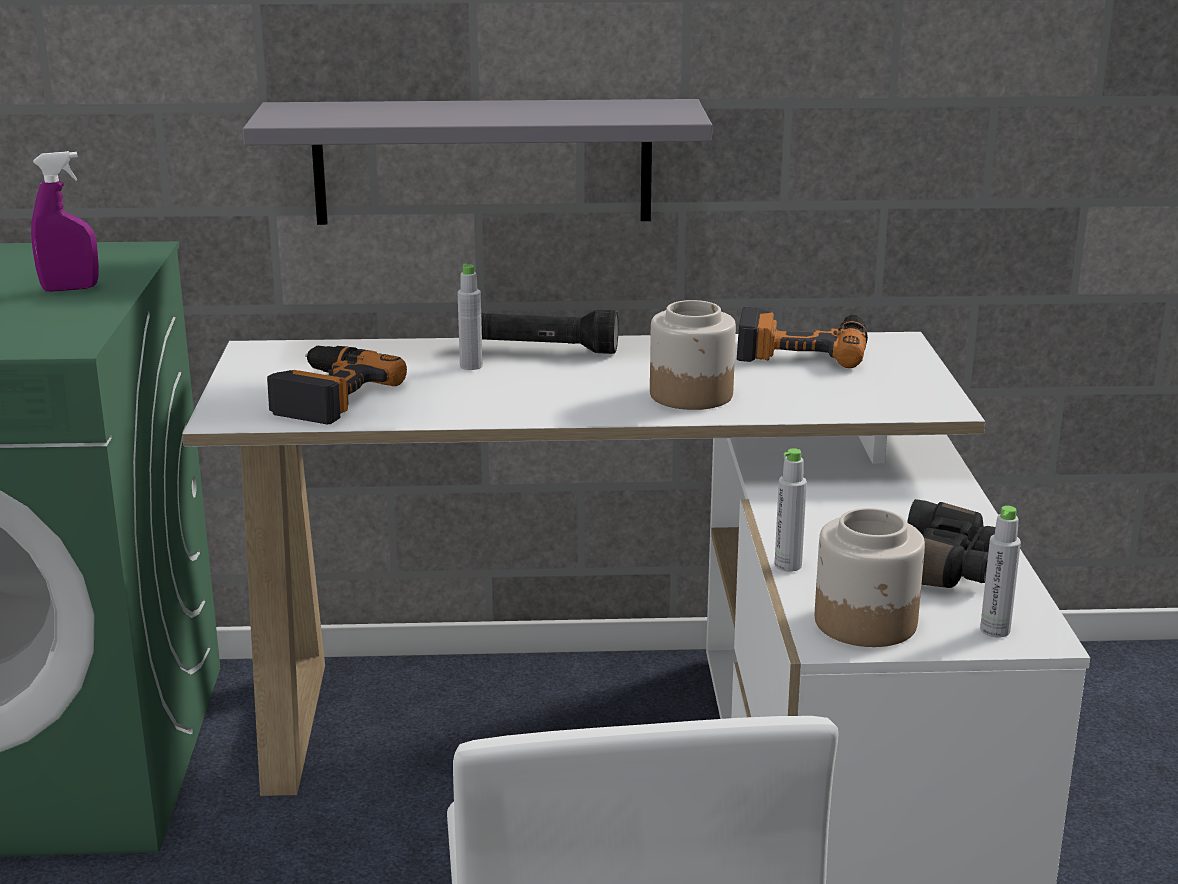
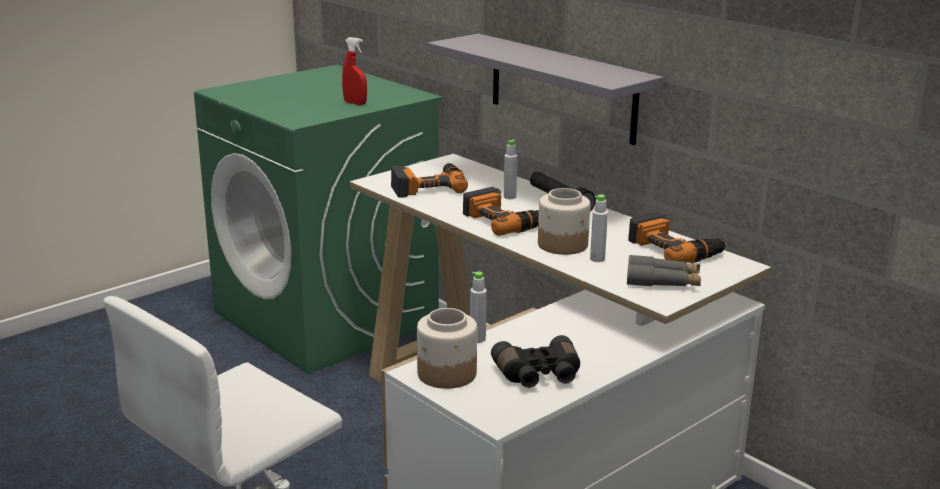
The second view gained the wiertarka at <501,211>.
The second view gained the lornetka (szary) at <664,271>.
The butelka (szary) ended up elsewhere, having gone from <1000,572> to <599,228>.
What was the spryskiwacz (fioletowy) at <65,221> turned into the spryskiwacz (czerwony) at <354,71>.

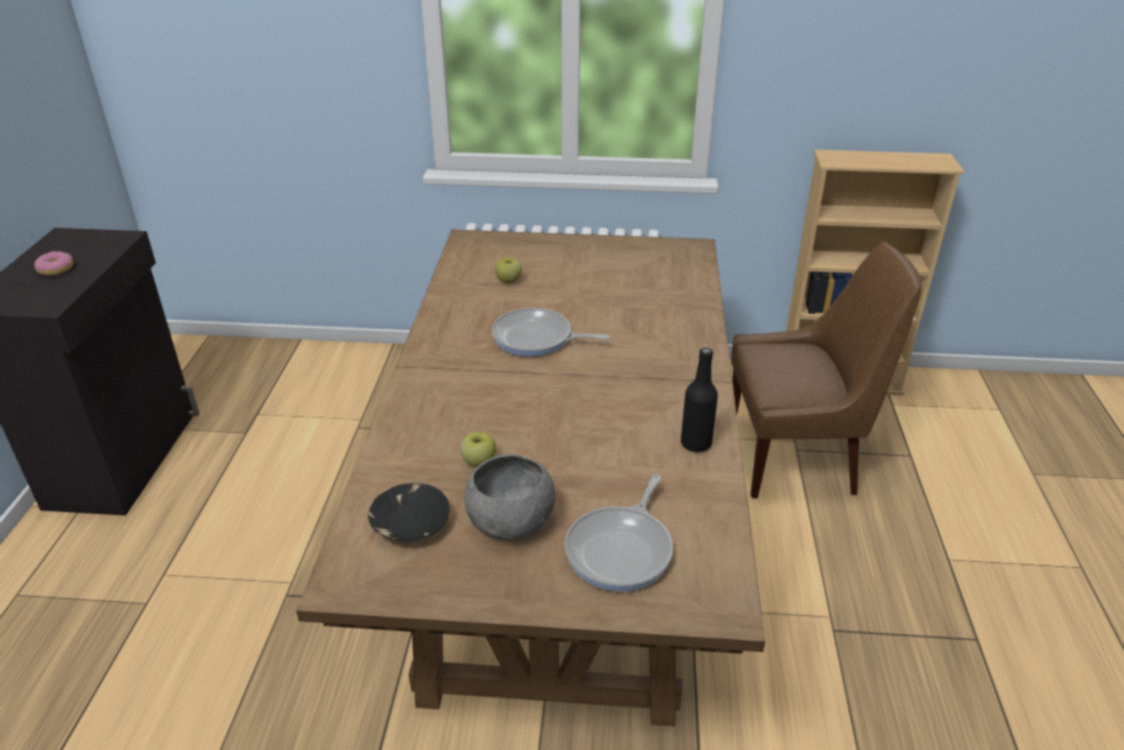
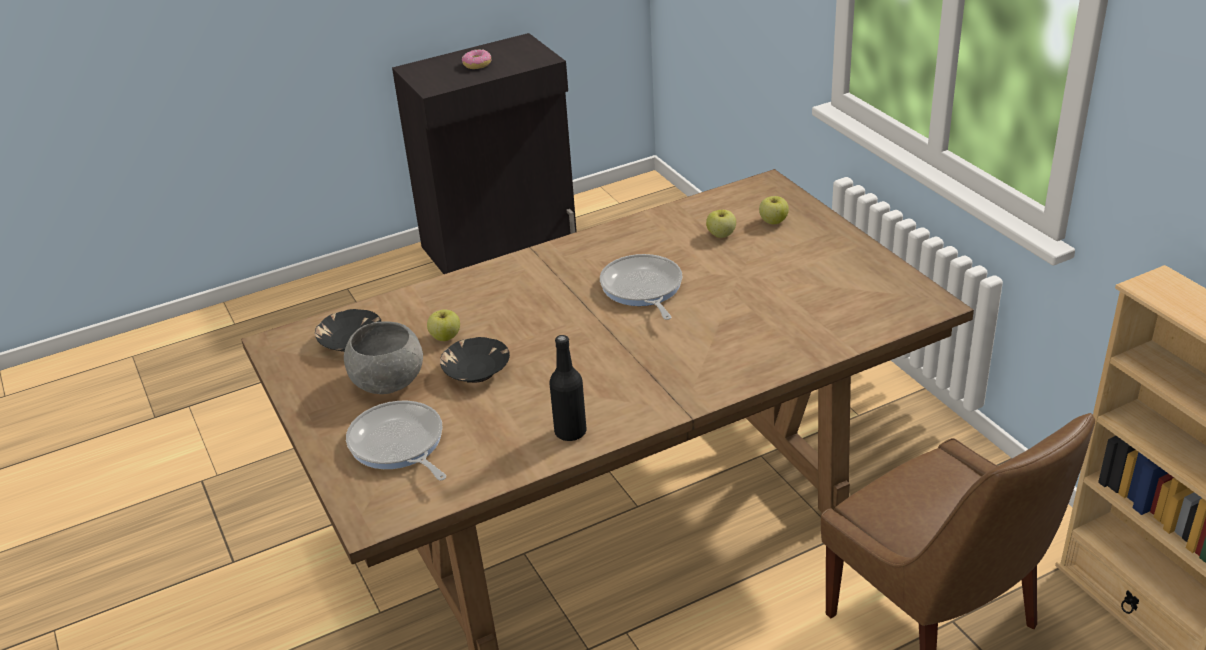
The second view gained the miska (czarny) at <475,360>.
The second view gained the jabłko at <774,210>.
The patelnia at <619,533> ended up facing another way, 60 degrees clockwise from before.

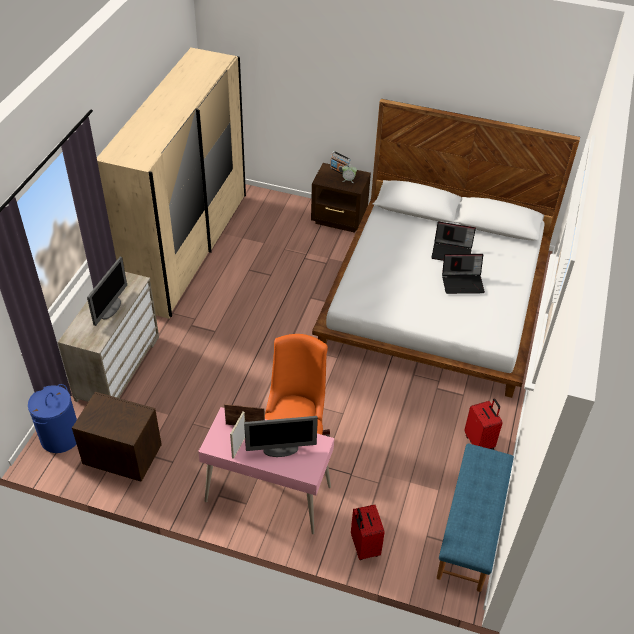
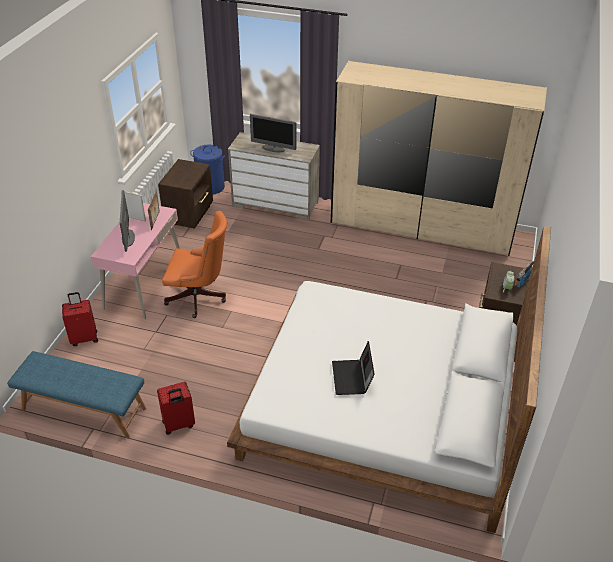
The second view lost the laptop at <453,241>.

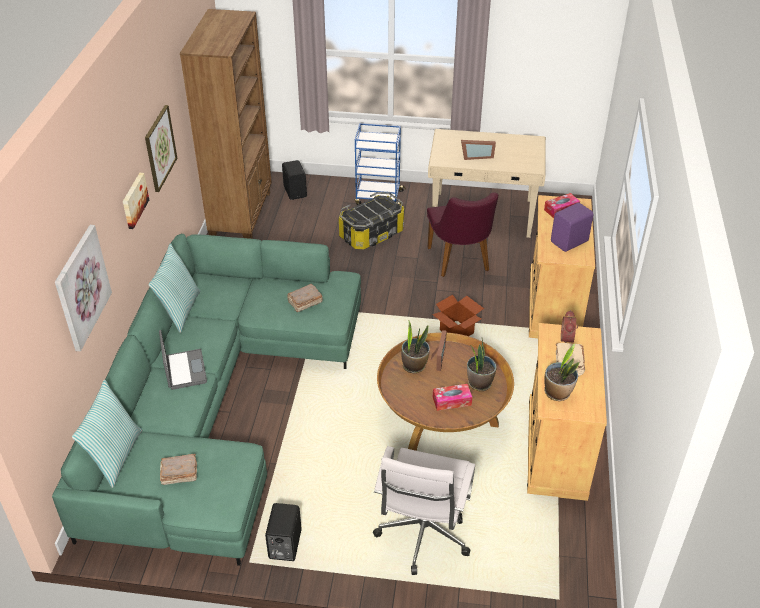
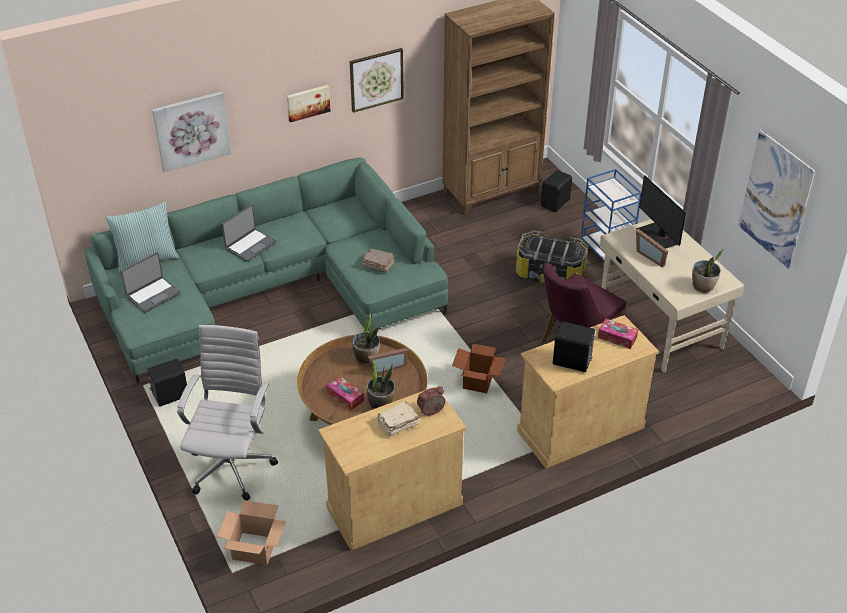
The second view lost the poduszka at <174,288>.
The second view gained the karton at <251,533>.
The second view gained the monitor at <661,212>.
The second view gained the obraz at <776,199>.
The roślina doniczkowa ended up elsewhere, having gone from <561,372> to <708,271>.
Where the książka (brązowy) stood at <178,469>, the laptop came to stand at <151,282>.
What was the głośnik (fioletowy) at <572,227> turned into the głośnik (czarny) at <574,346>.
The krzesło biurowe (biały) at <424,510> ended up facing another way, 120 degrees clockwise from before.

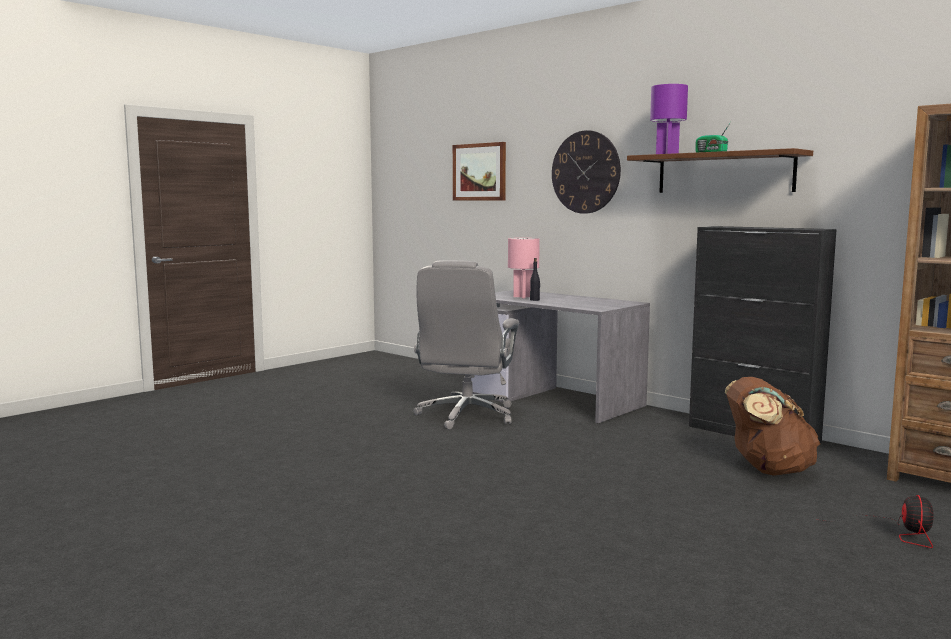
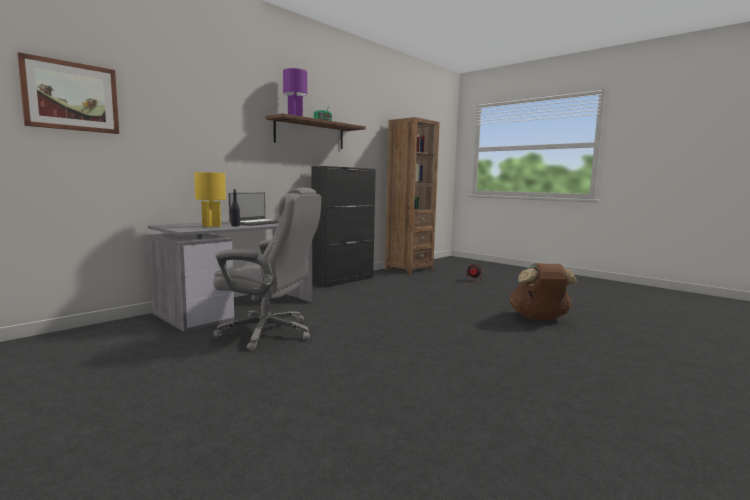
The second view lost the zegar ścienny at <586,172>.
The second view gained the laptop at <254,209>.
The plecak (brązowy) ended up elsewhere, having gone from <772,426> to <544,291>.
What was the lampa stołowa (różowy) at <524,268> turned into the lampa stołowa (żółty) at <210,199>.

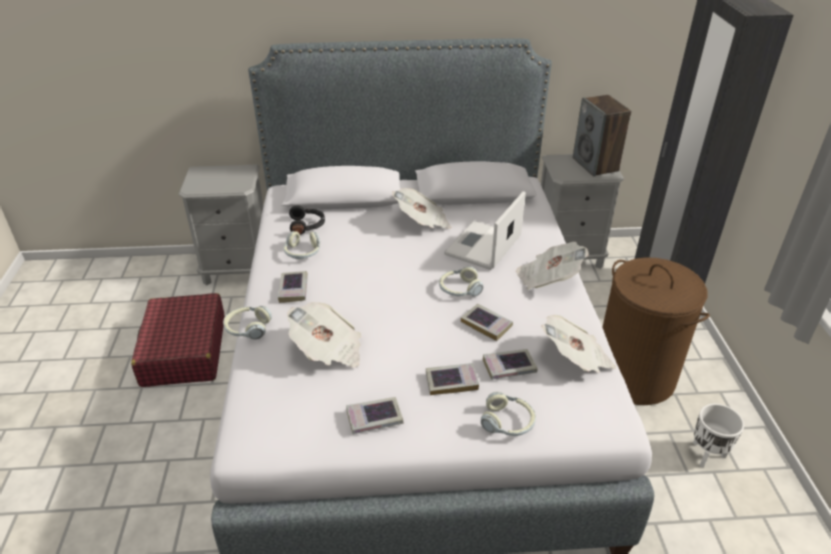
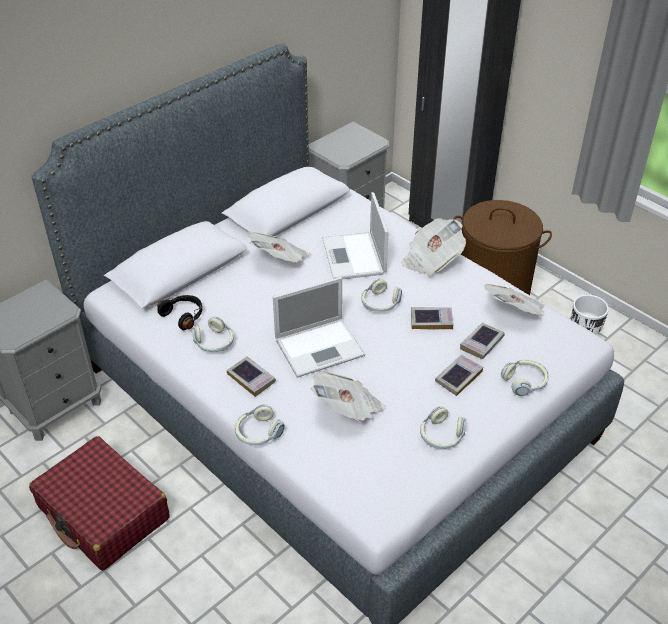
The second view lost the głośnik at <602,135>.
The second view gained the laptop at <319,327>.
Where the książka stood at <374,415>, the słuchawki came to stand at <443,428>.

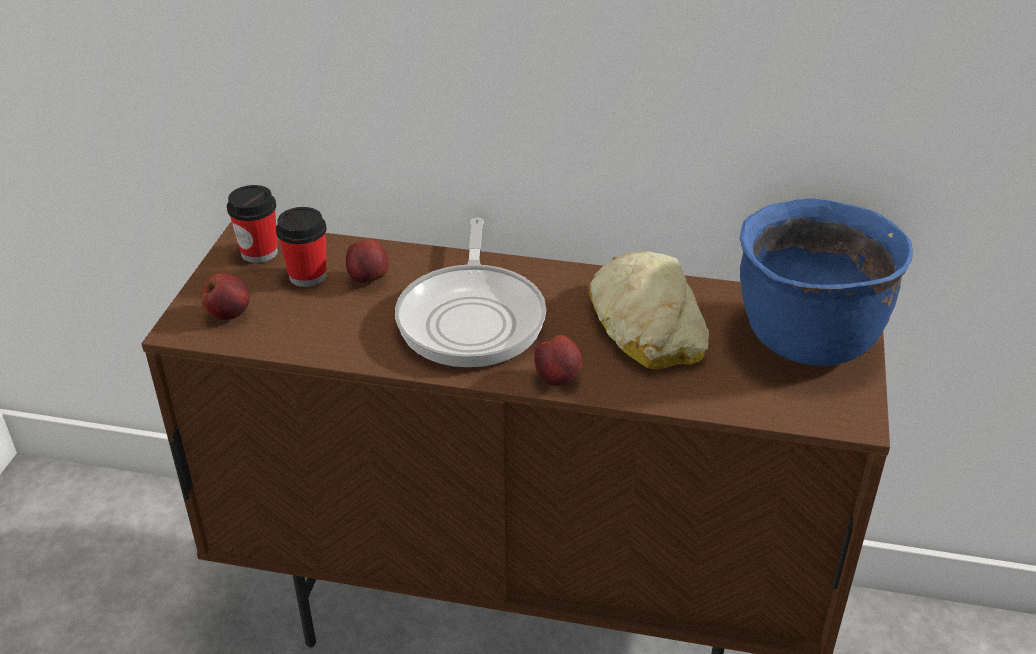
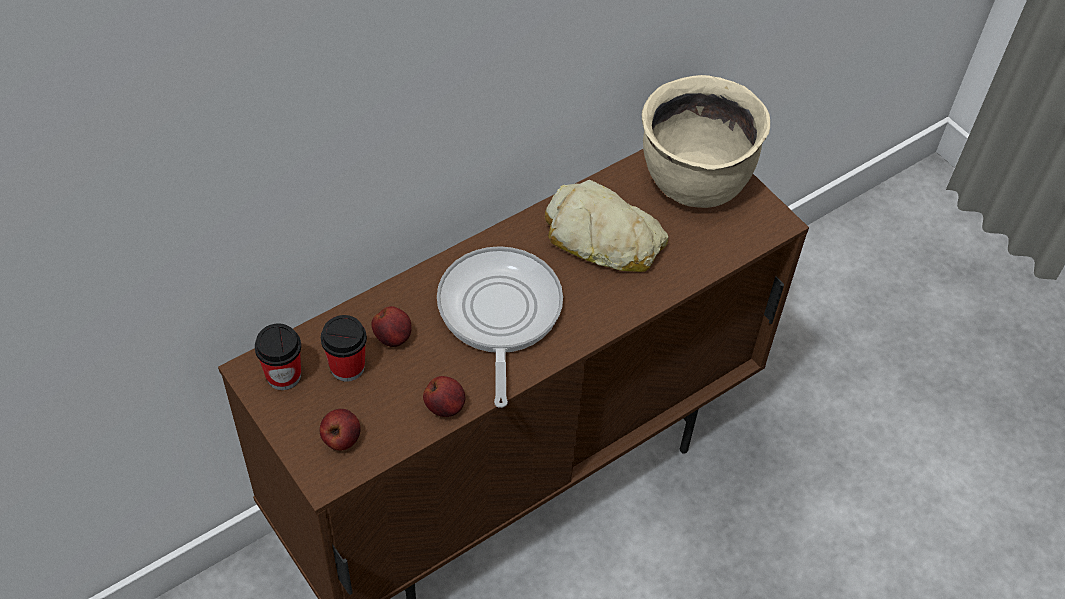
The jabłko ended up elsewhere, having gone from <558,360> to <444,396>.
What was the garnek (niebieski) at <826,282> turned into the garnek (beżowy) at <706,141>.
The patelnia at <470,292> ended up facing another way, 135 degrees counterclockwise from before.

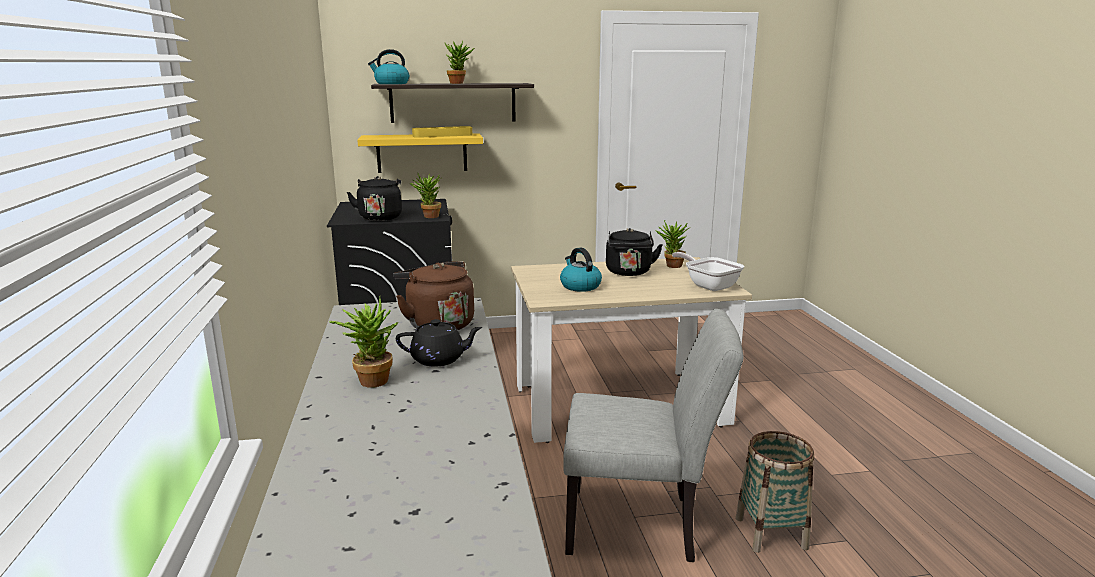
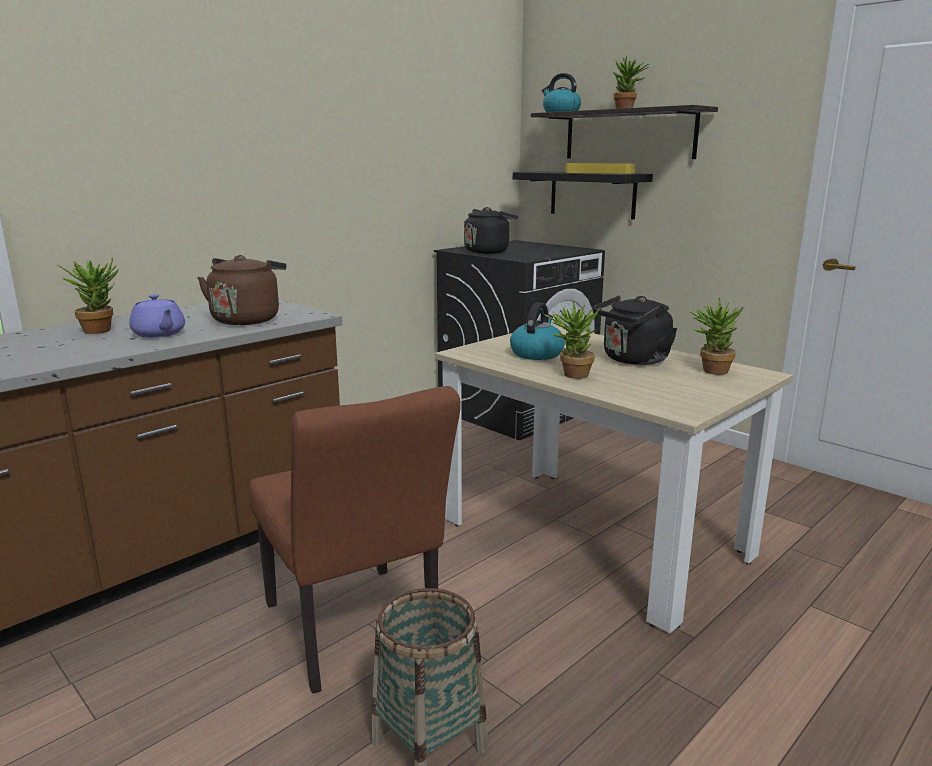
The second view lost the patelnia at <708,271>.
The roślina doniczkowa ended up elsewhere, having gone from <425,195> to <572,340>.
What was the półka (żółty) at <420,153> turned into the półka (czarny) at <583,195>.
What was the imbryk (czarny) at <439,343> turned into the imbryk (fioletowy) at <157,316>.
What was the krzesło (szary) at <653,435> turned into the krzesło (brązowy) at <355,540>.

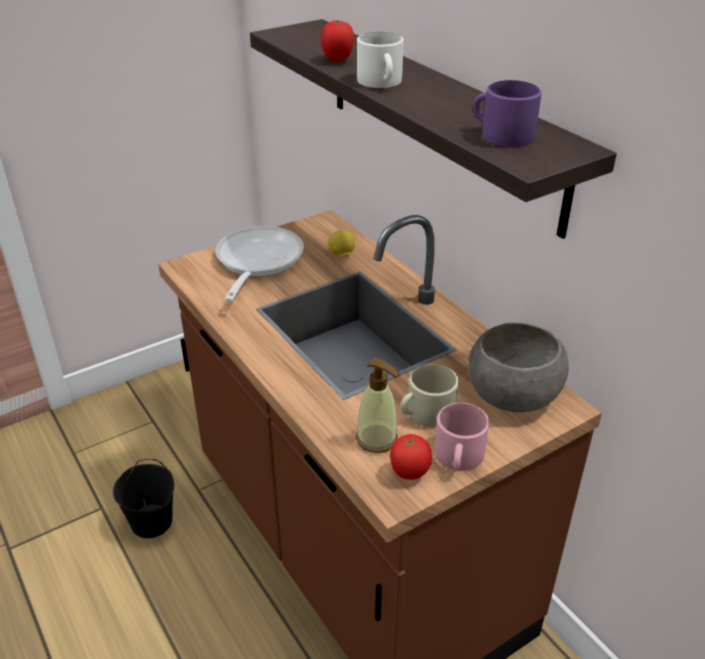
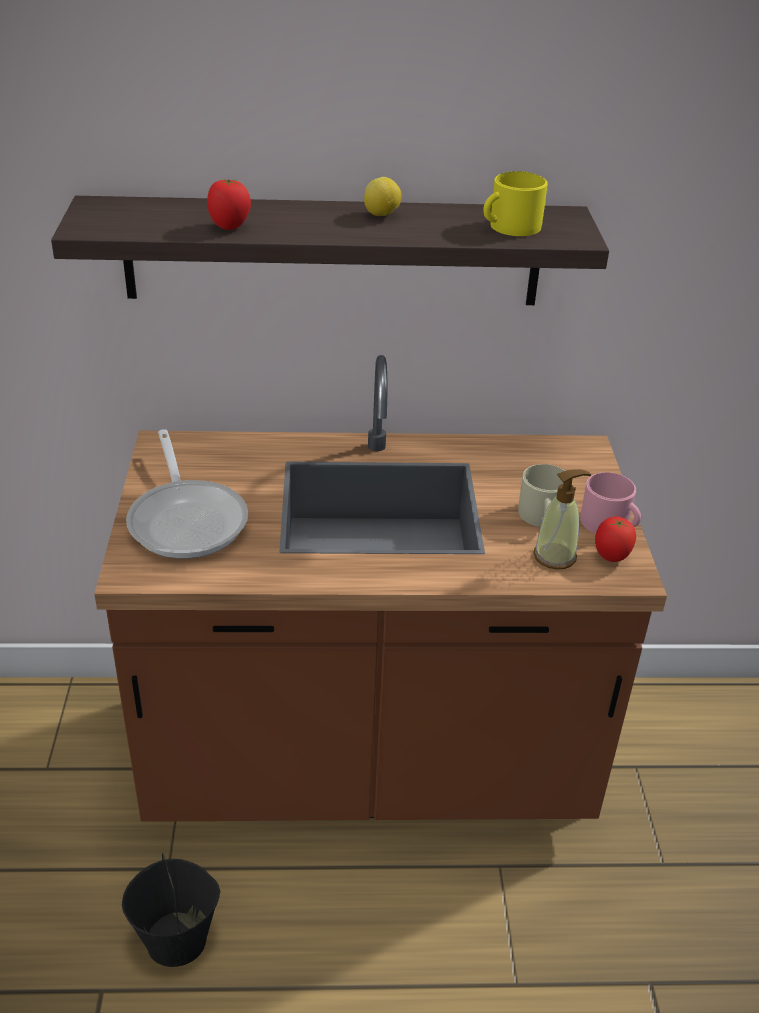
The second view lost the kubek (biały) at <380,60>.
The second view lost the miska (szary) at <518,367>.
The cytryna ended up elsewhere, having gone from <341,243> to <383,196>.
What was the kubek (fioletowy) at <507,113> turned into the kubek (żółty) at <515,203>.
The patelnia at <259,263> ended up facing another way, 150 degrees counterclockwise from before.

